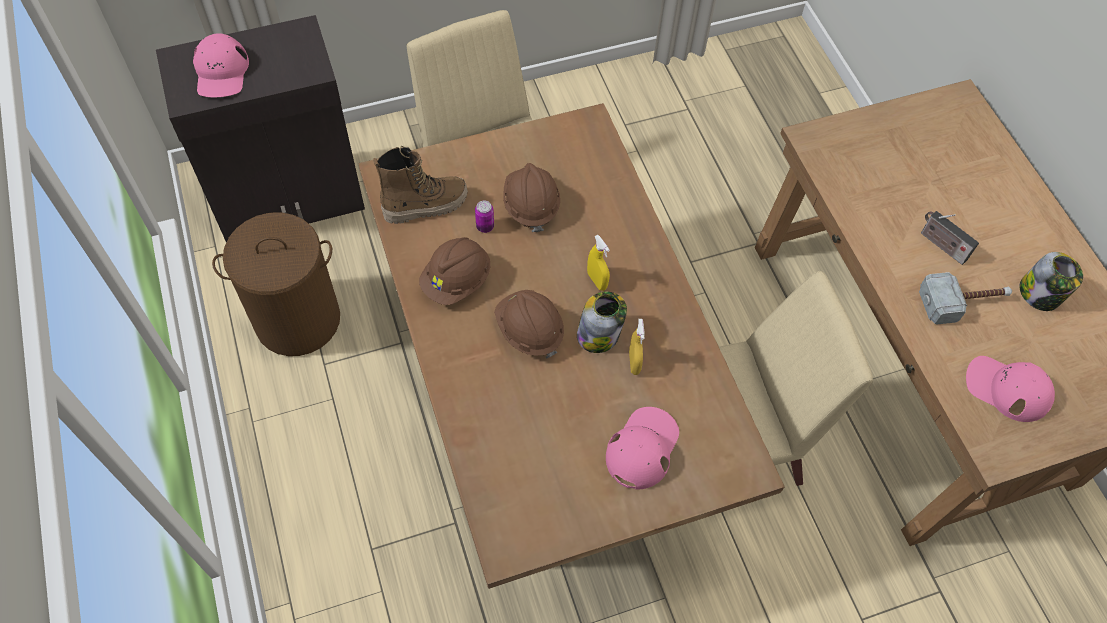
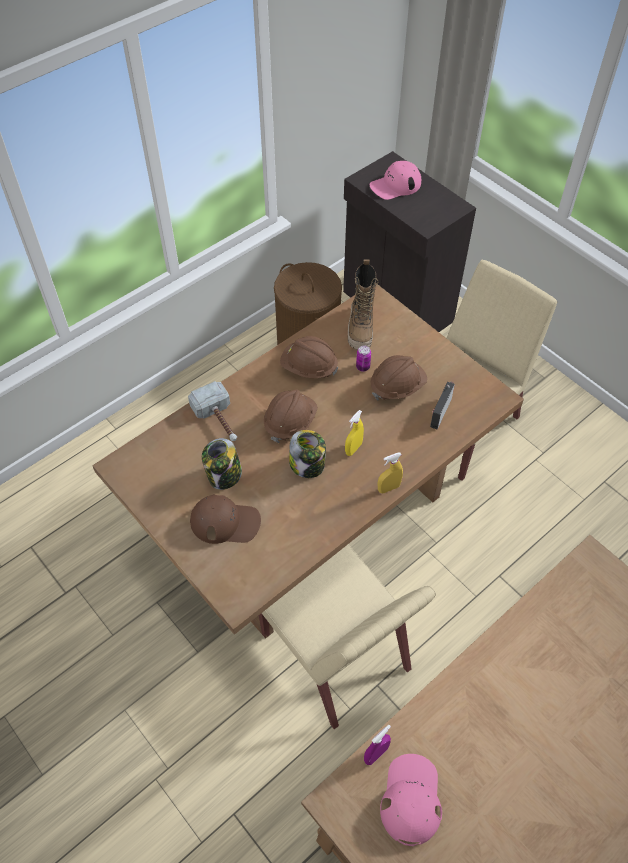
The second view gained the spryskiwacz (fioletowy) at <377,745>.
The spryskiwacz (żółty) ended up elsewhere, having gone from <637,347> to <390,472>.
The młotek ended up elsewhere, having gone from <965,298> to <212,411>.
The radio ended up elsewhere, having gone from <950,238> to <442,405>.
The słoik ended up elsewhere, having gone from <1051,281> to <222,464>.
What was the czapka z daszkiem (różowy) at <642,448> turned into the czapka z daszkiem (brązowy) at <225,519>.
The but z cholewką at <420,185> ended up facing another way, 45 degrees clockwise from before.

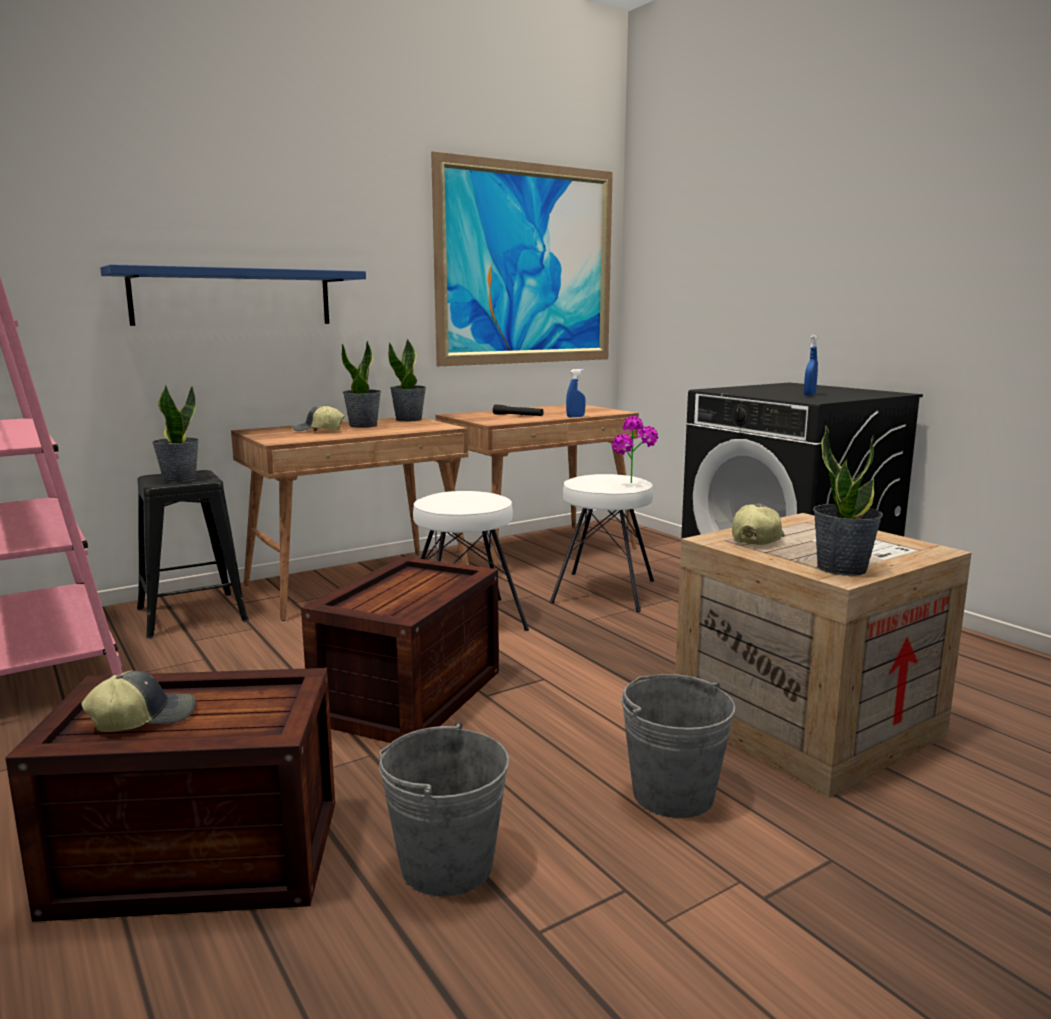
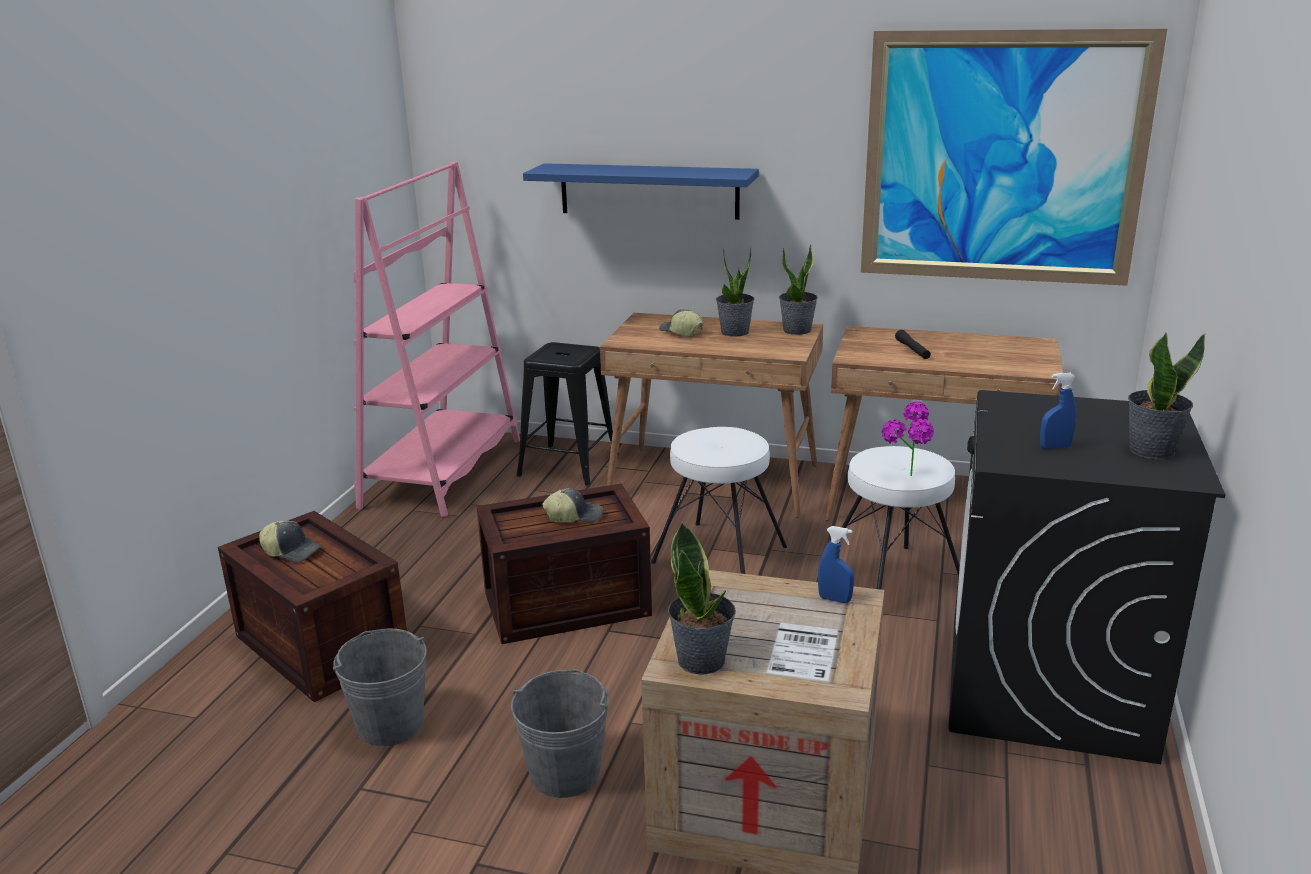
The roślina doniczkowa ended up elsewhere, having gone from <175,434> to <1167,396>.
The spryskiwacz (niebieski) ended up elsewhere, having gone from <576,393> to <836,564>.
The czapka z daszkiem ended up elsewhere, having gone from <758,524> to <572,505>.

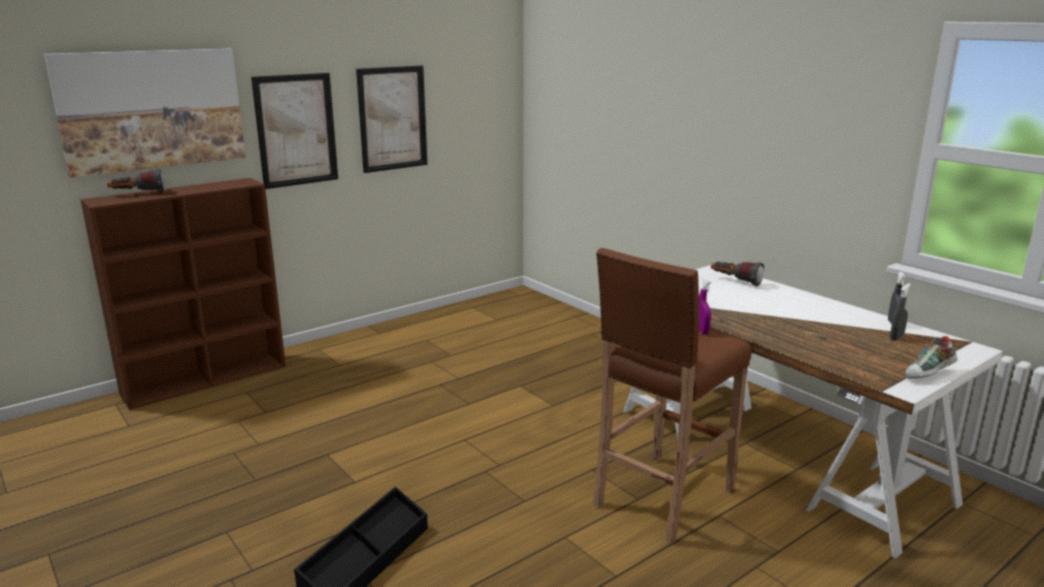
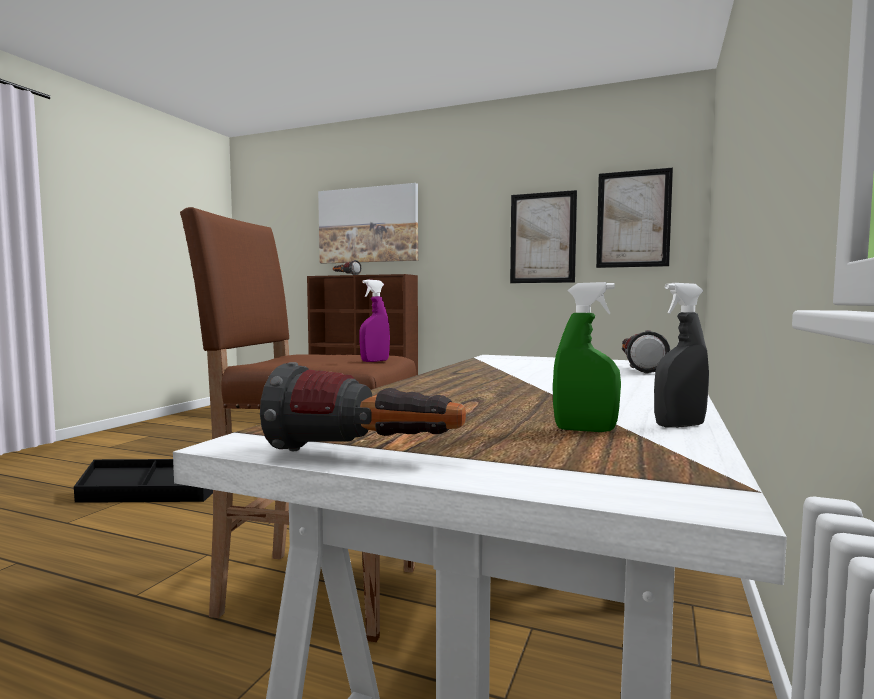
The obraz ended up elsewhere, having gone from <294,131> to <634,218>.
Where the but stood at <932,357>, the latarka came to stand at <363,406>.
What was the spryskiwacz (szary) at <900,311> turned into the spryskiwacz (zielony) at <587,357>.

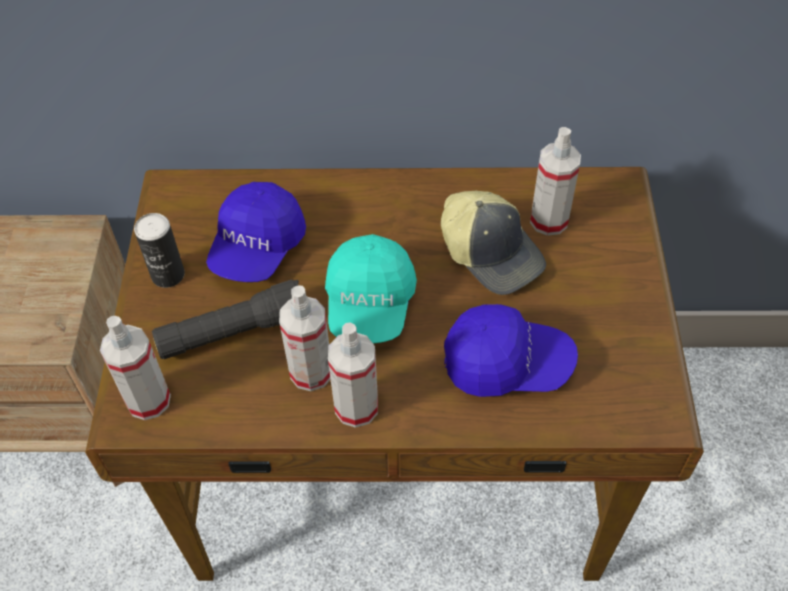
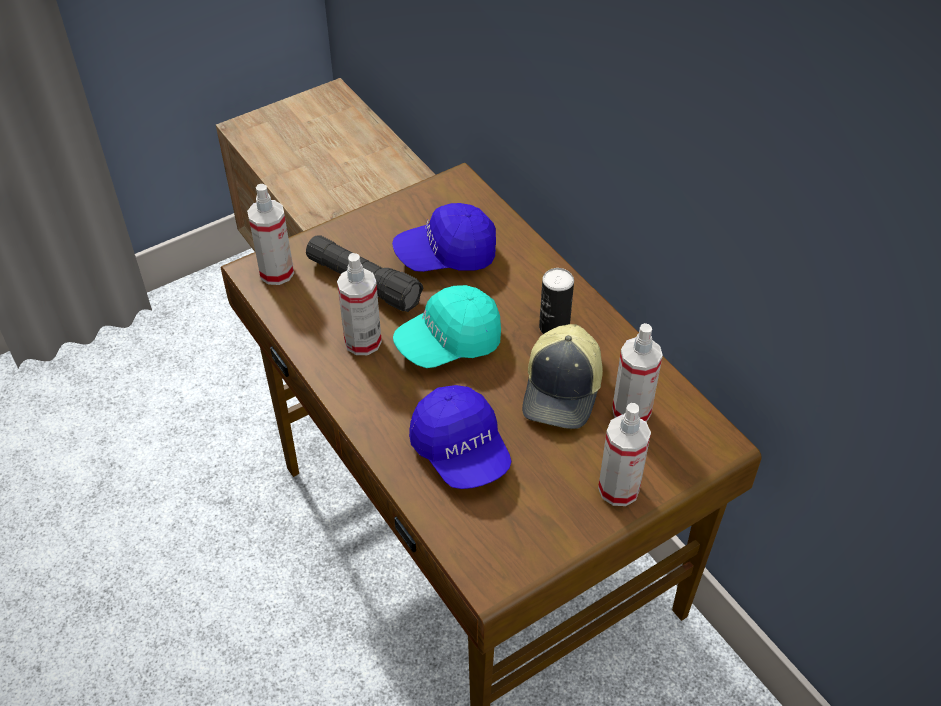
The puszka ended up elsewhere, having gone from <159,250> to <556,301>.
The spryskiwacz ended up elsewhere, having gone from <353,375> to <624,454>.

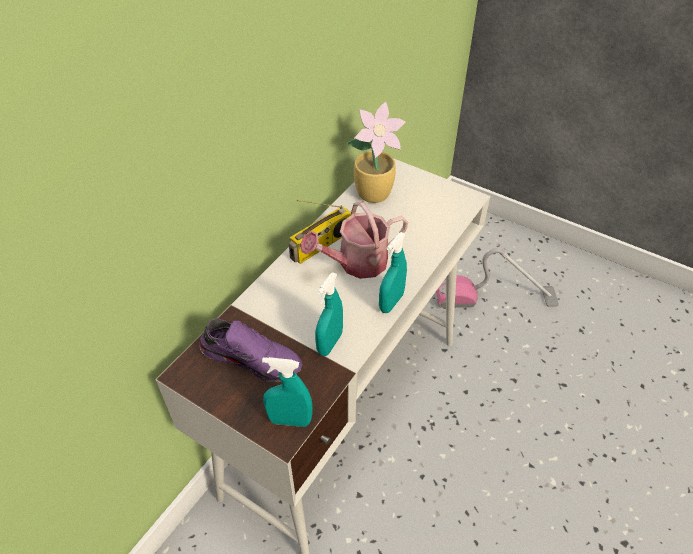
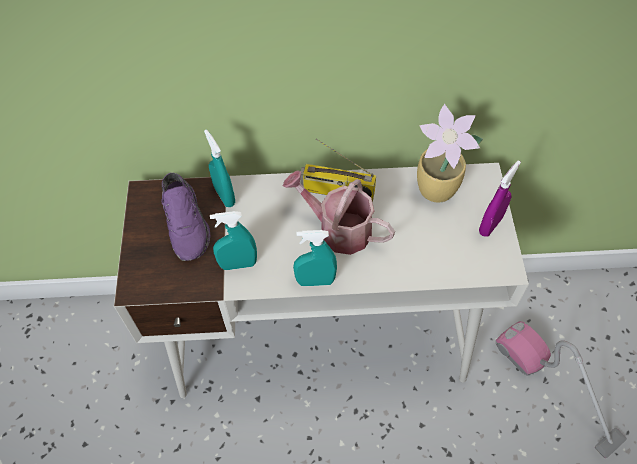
The second view gained the spryskiwacz (fioletowy) at <500,199>.
The spryskiwacz (turkusowy) ended up elsewhere, having gone from <287,392> to <219,168>.

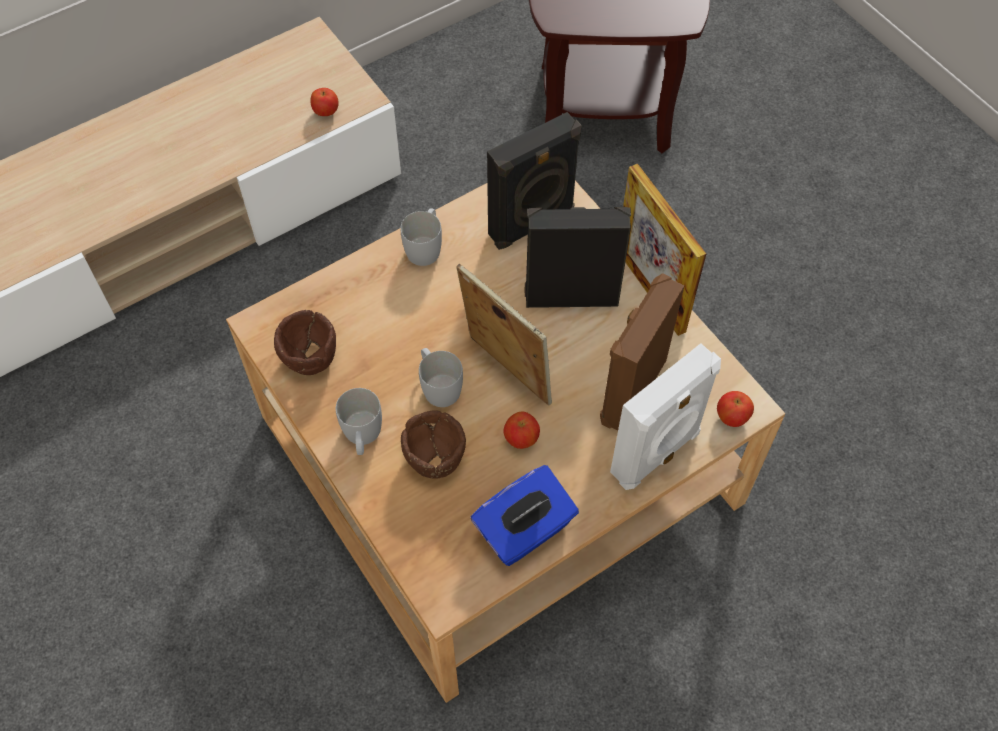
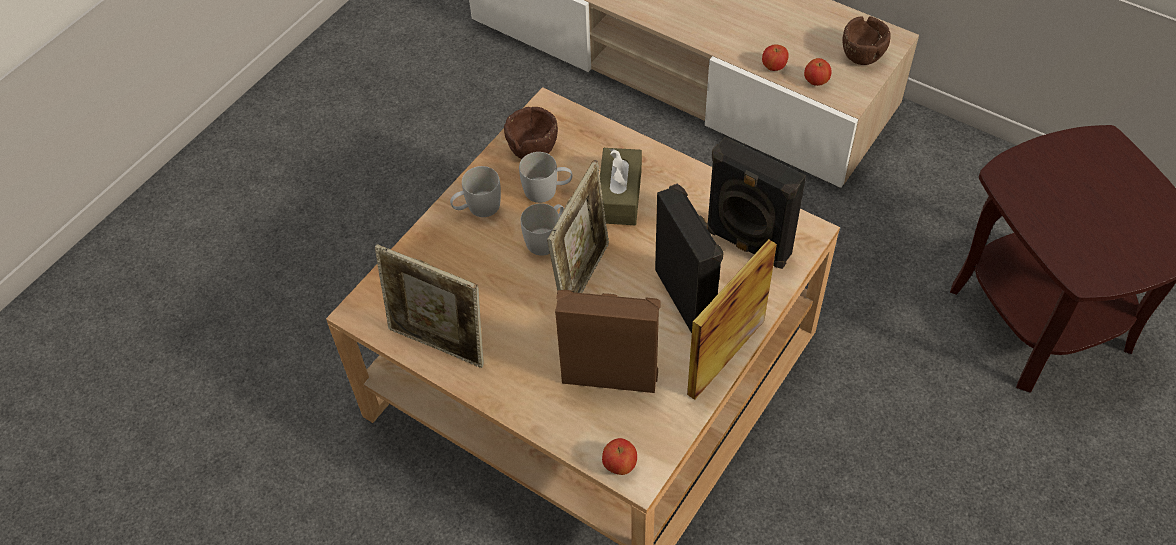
The second view lost the głośnik (biały) at <665,416>.
The second view gained the pudełko chusteczek (brązowy) at <621,186>.
The kubek (biały) ended up elsewhere, having gone from <421,237> to <545,177>.
The miska (brązowy) ended up elsewhere, having gone from <433,444> to <866,40>.
The jabłko ended up elsewhere, having gone from <522,430> to <775,57>.
Where the pudełko chusteczek (niebieski) stood at <525,515>, the ramka na zdjęcie came to stand at <429,306>.

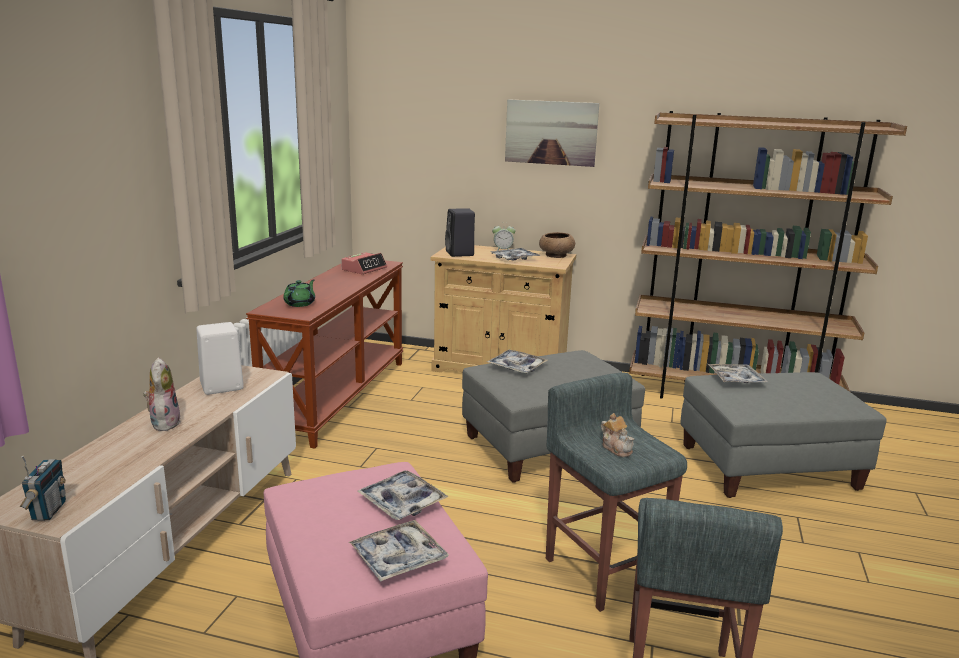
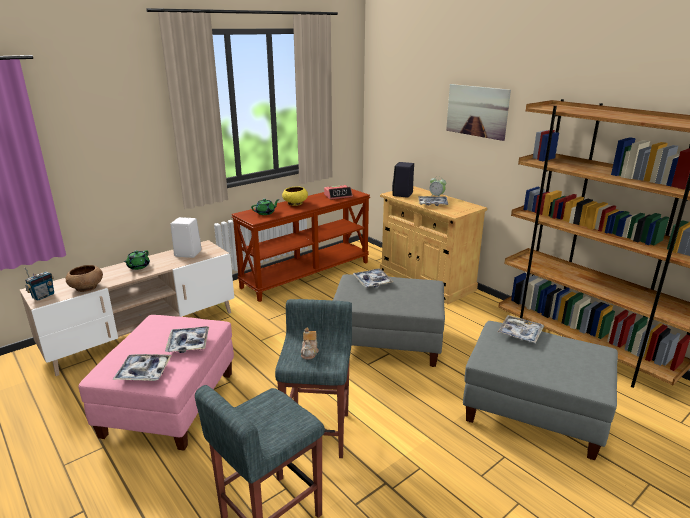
The second view gained the miska (żółty) at <295,196>.
The miska (brązowy) ended up elsewhere, having gone from <557,245> to <84,278>.
Where the pluszak stood at <162,394>, the imbryk (zielony) came to stand at <137,260>.

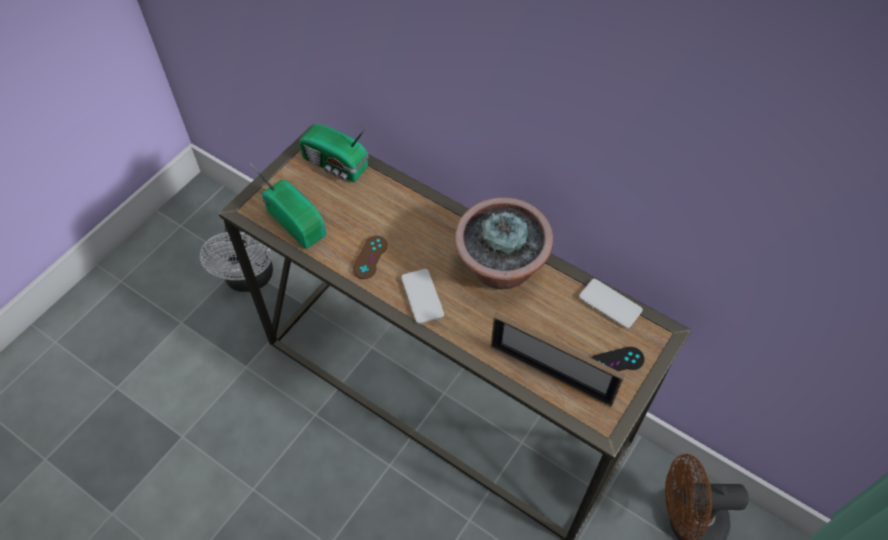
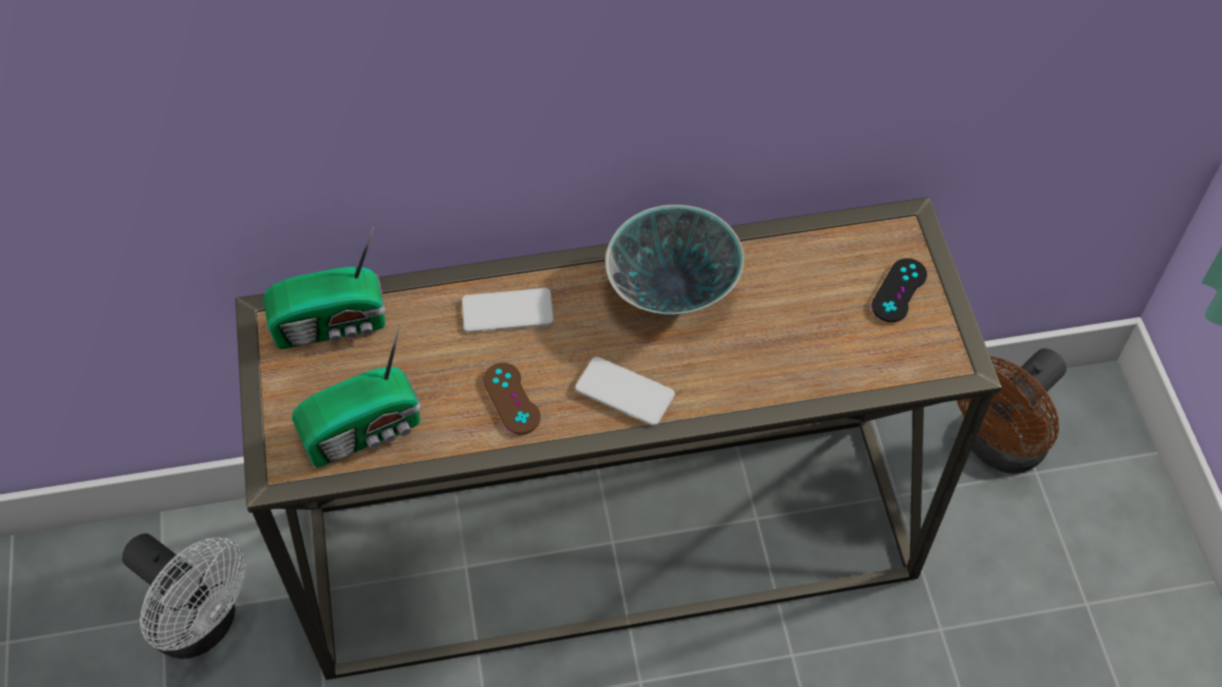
The second view lost the ramka na zdjęcie at <558,359>.
The telefon ended up elsewhere, having gone from <611,303> to <508,310>.
Where the roślina doniczkowa stood at <504,243>, the miska came to stand at <674,260>.
The radio at <288,206> ended up facing another way, 150 degrees clockwise from before.

